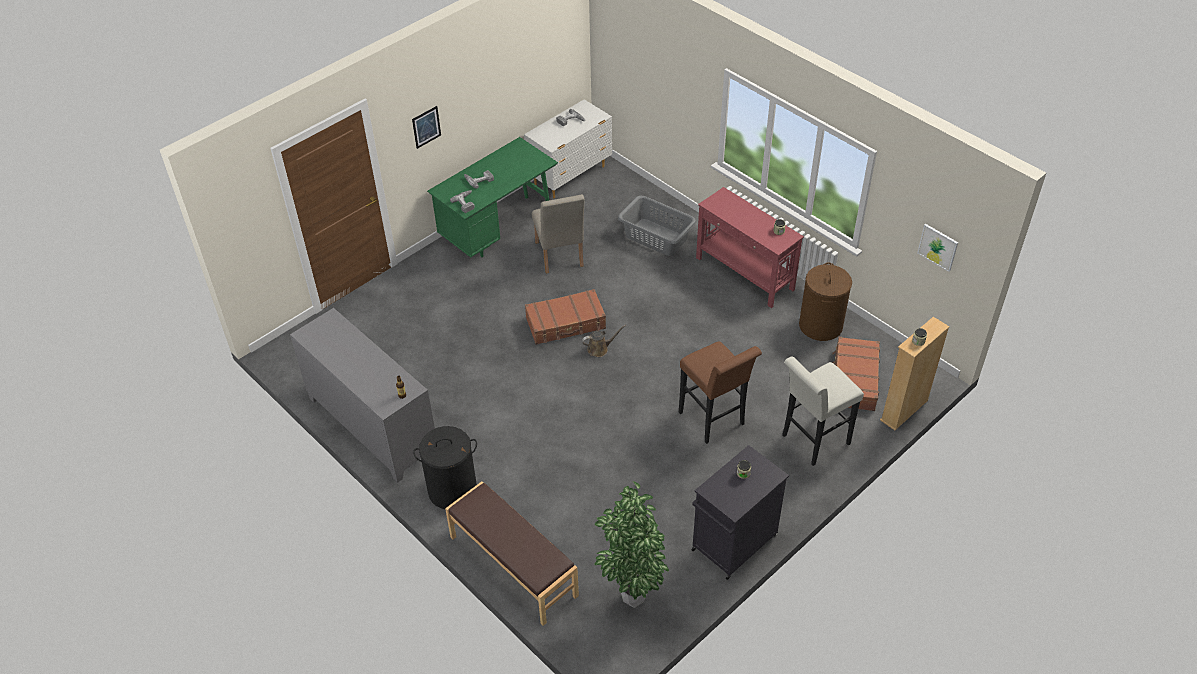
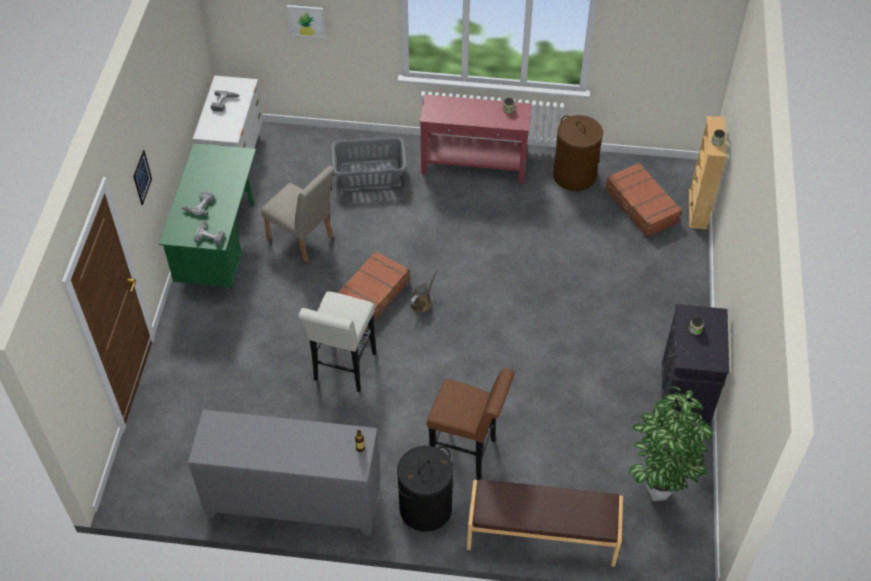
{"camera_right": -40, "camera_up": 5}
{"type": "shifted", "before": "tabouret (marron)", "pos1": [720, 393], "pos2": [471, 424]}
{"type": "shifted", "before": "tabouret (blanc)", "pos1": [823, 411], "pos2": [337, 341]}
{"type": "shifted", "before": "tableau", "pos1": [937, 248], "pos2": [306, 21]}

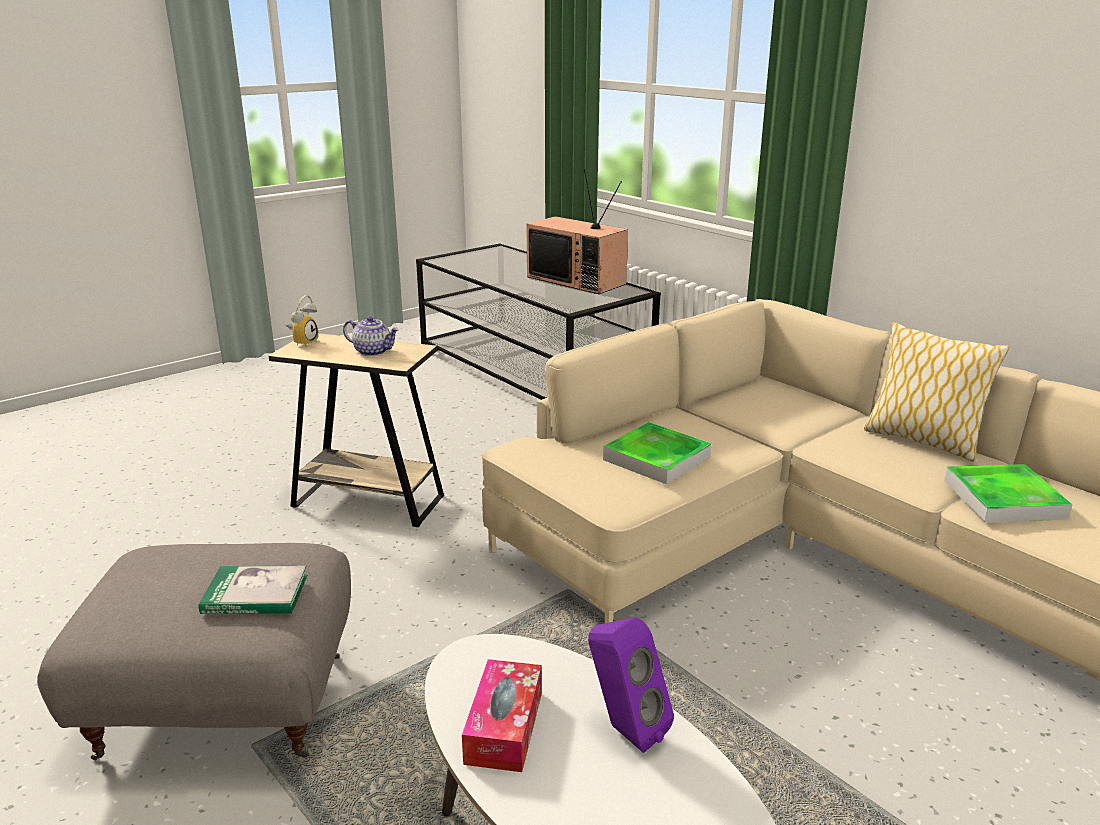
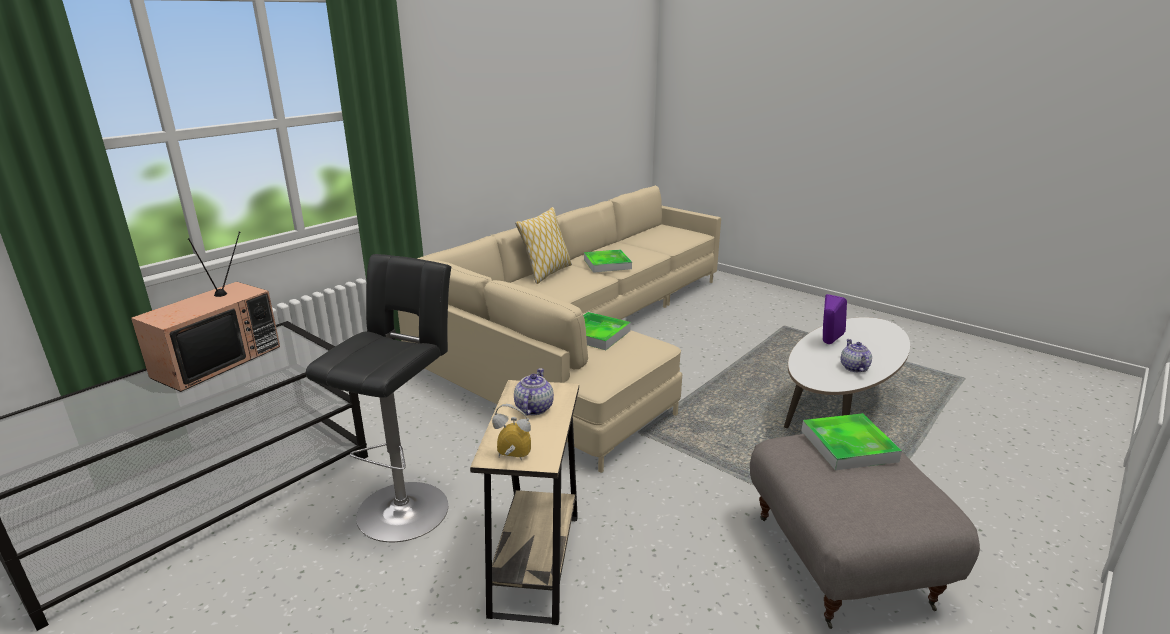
{"camera_right": -100, "camera_up": 0}
{"type": "new", "after": "tabouret (noir)", "pos2": [378, 398]}
{"type": "swapped", "before": "livre", "after": "plateau", "pos1": [252, 590], "pos2": [852, 441]}
{"type": "swapped", "before": "boîte à mouchoirs", "after": "théière", "pos1": [502, 715], "pos2": [856, 355]}

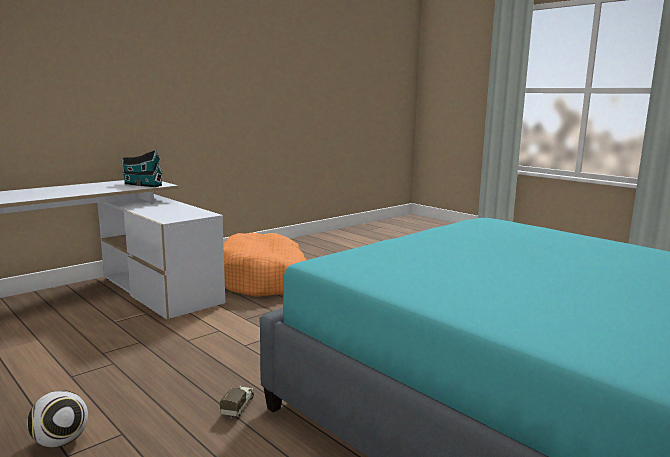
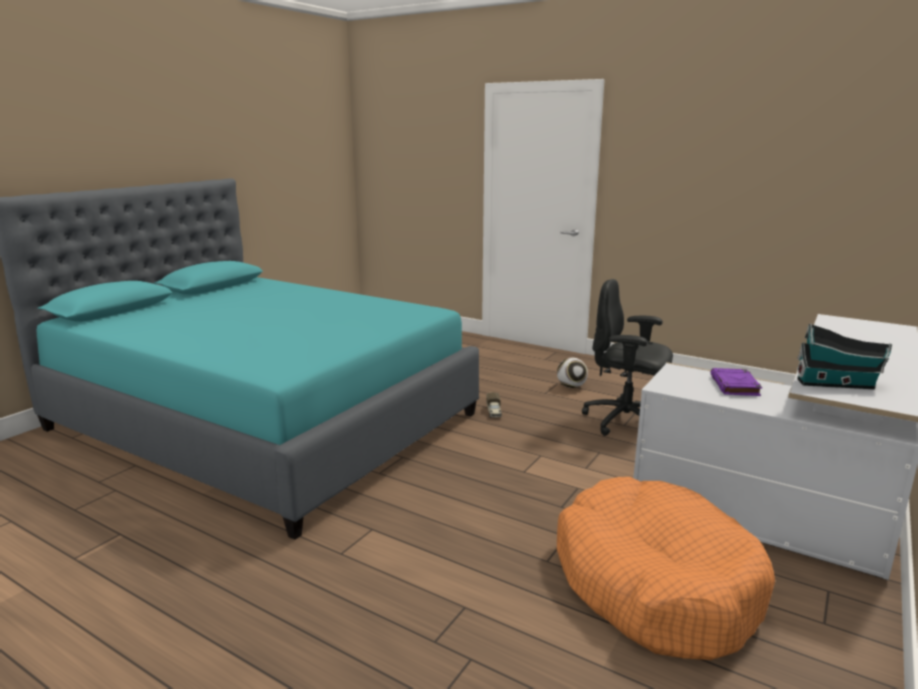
{"camera_right": 165, "camera_up": 5}
{"type": "new", "after": "chaise de bureau (noir)", "pos2": [627, 357]}
{"type": "new", "after": "livre (violet)", "pos2": [736, 382]}

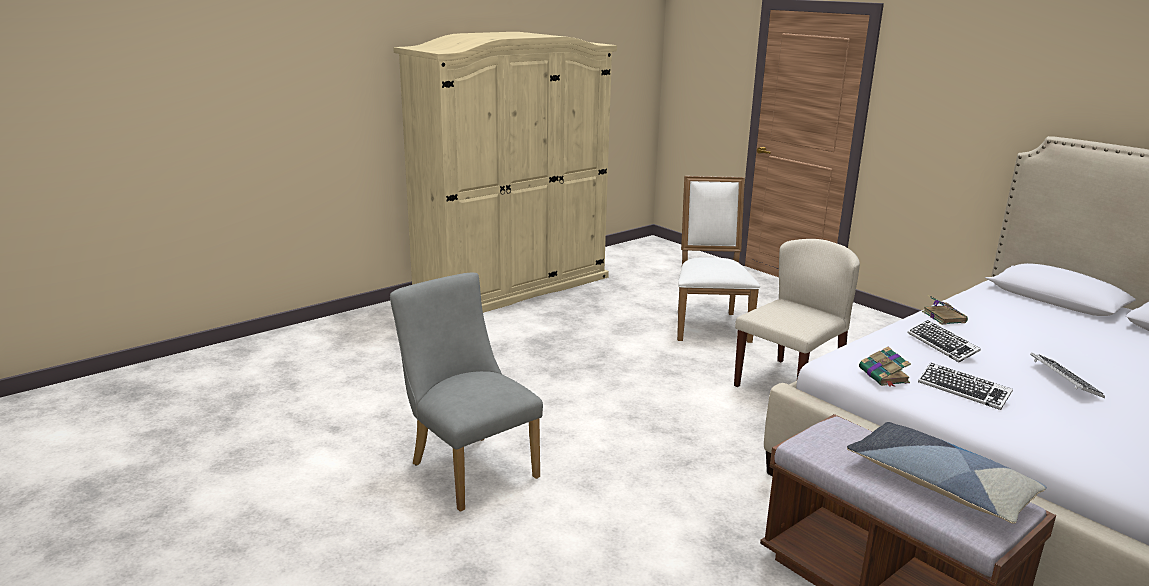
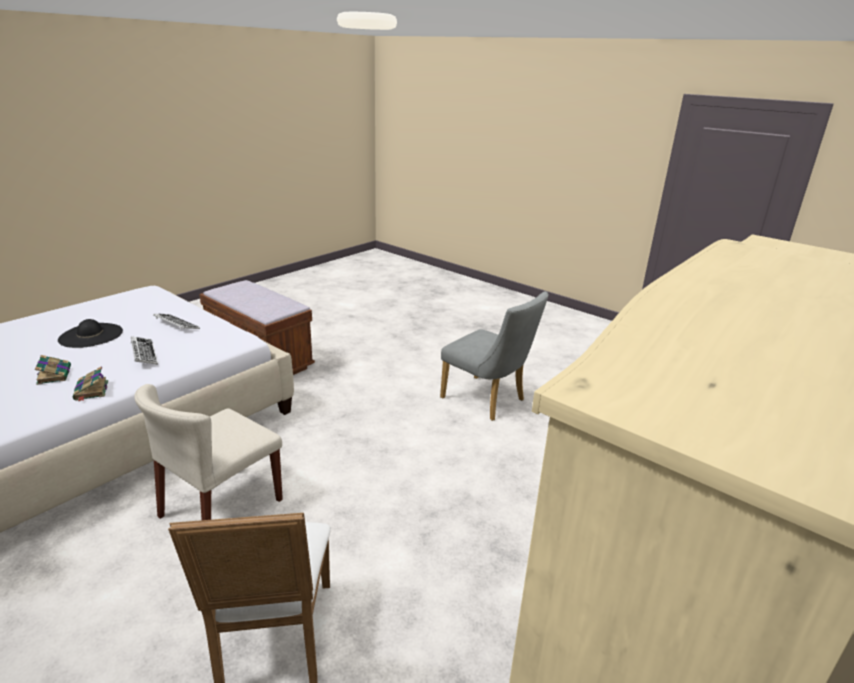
{"camera_right": 170, "camera_up": 5}
{"type": "gone", "before": "coussin", "pos1": [947, 473]}
{"type": "shifted", "before": "livre", "pos1": [885, 367], "pos2": [53, 370]}
{"type": "swapped", "before": "clavier", "after": "chapeau (noir)", "pos1": [1067, 375], "pos2": [90, 333]}

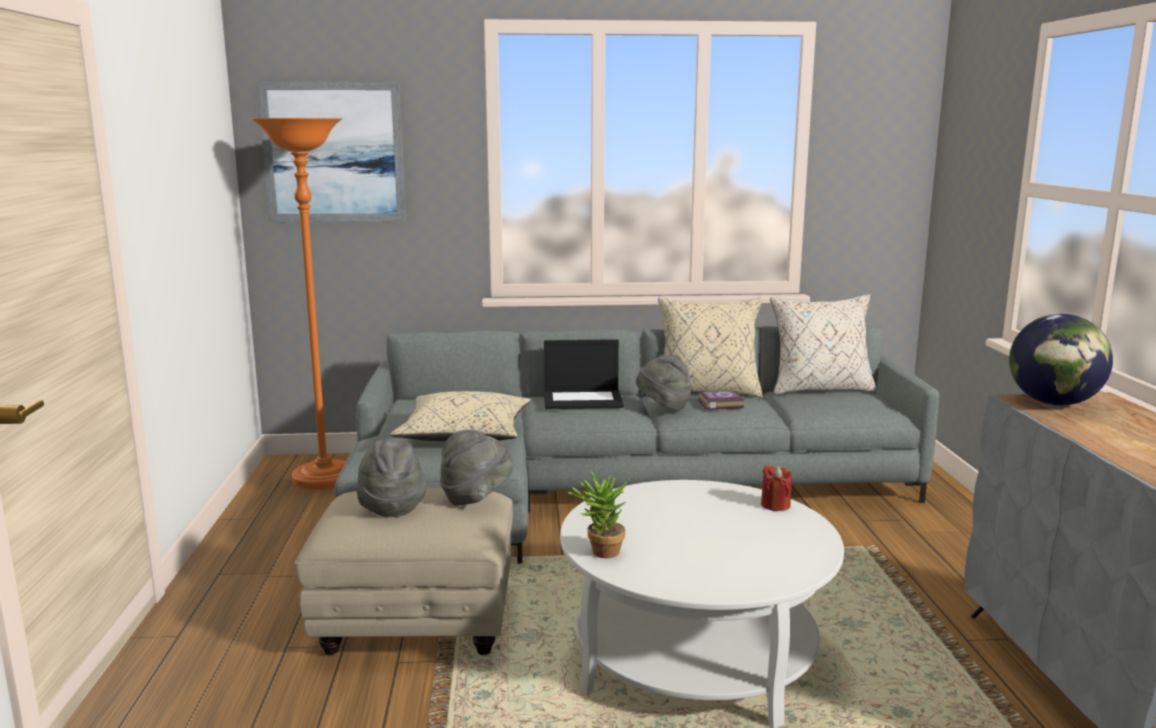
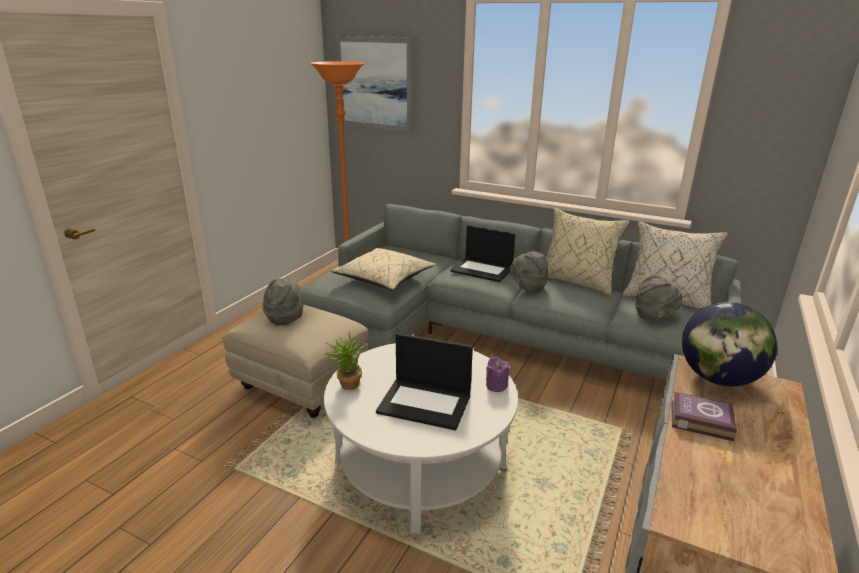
{"camera_right": 30, "camera_up": 10}
{"type": "new", "after": "ordinateur portable", "pos2": [424, 381]}
{"type": "shifted", "before": "chapeau (gris)", "pos1": [476, 467], "pos2": [659, 298]}
{"type": "shifted", "before": "livre", "pos1": [721, 400], "pos2": [704, 416]}
{"type": "repainted", "before": "bougie (rouge)", "after": "bougie (violet)", "pos1": [776, 488], "pos2": [497, 374]}

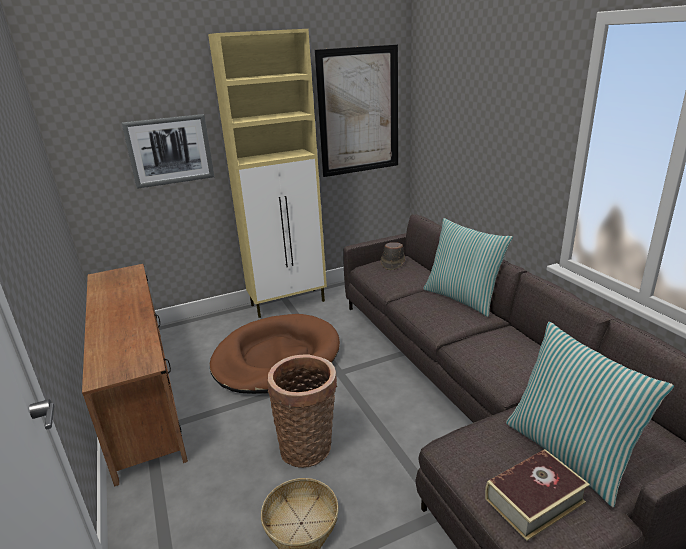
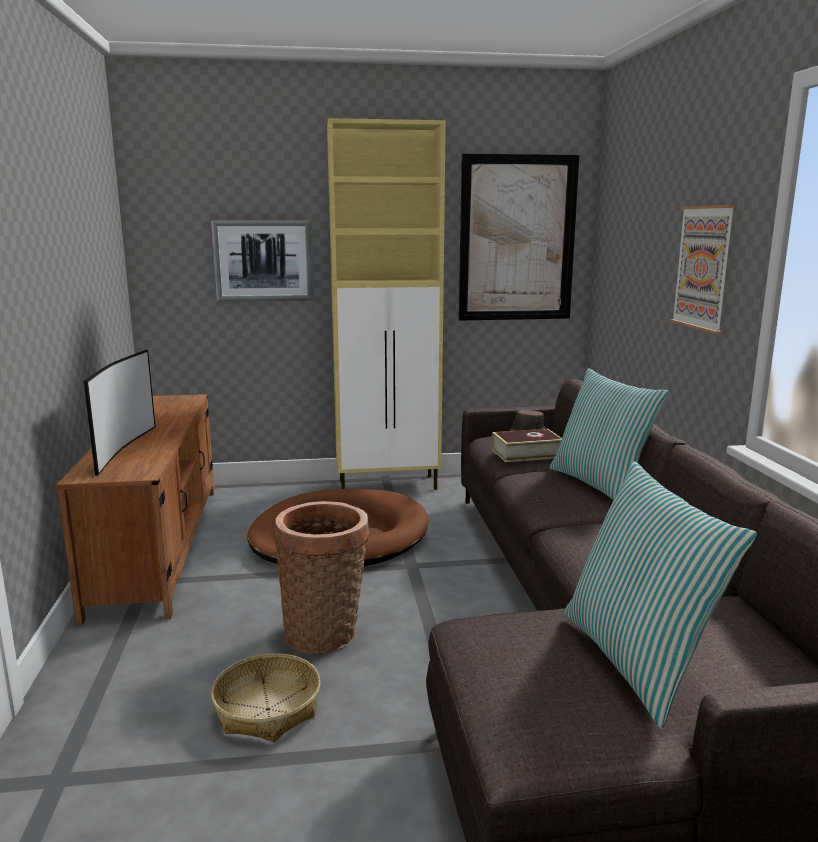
{"camera_right": 15, "camera_up": -10}
{"type": "new", "after": "téléviseur", "pos2": [120, 413]}
{"type": "new", "after": "tableau", "pos2": [703, 269]}
{"type": "shifted", "before": "livre", "pos1": [537, 495], "pos2": [527, 445]}

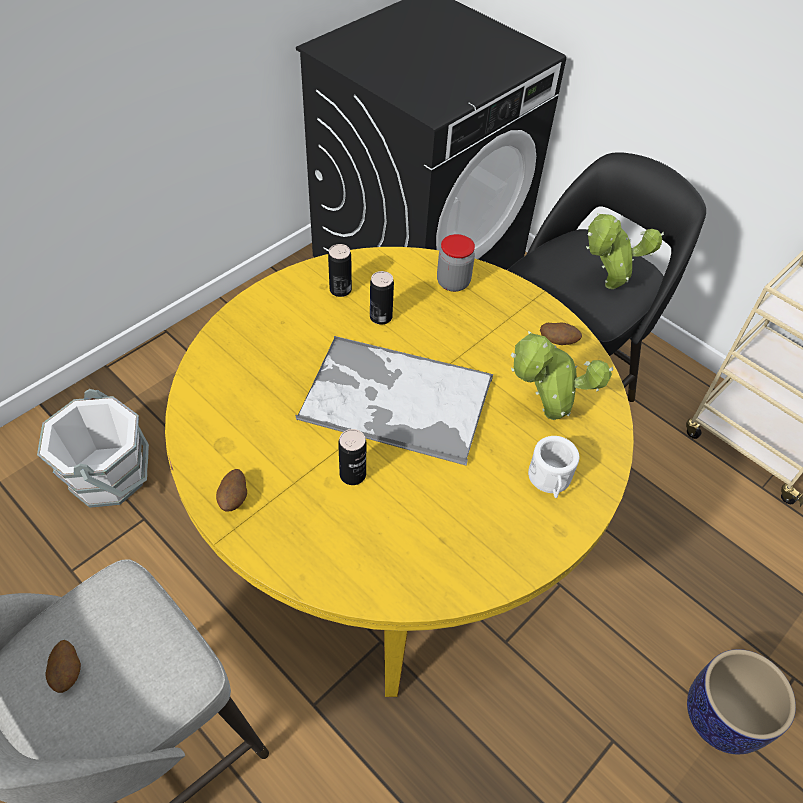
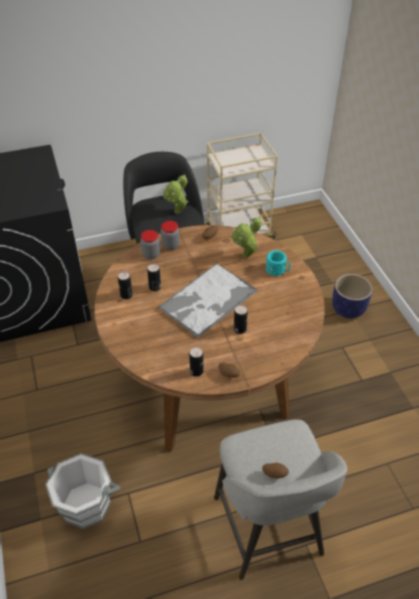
{"camera_right": -60, "camera_up": -5}
{"type": "new", "after": "bocal", "pos2": [170, 235]}
{"type": "new", "after": "boîte métallique", "pos2": [196, 362]}
{"type": "repainted", "before": "table à manger (jaune)", "after": "table à manger (marron)", "pos1": [399, 472], "pos2": [209, 338]}
{"type": "repainted", "before": "mug (blanc)", "after": "mug (turquoise)", "pos1": [553, 467], "pos2": [278, 263]}

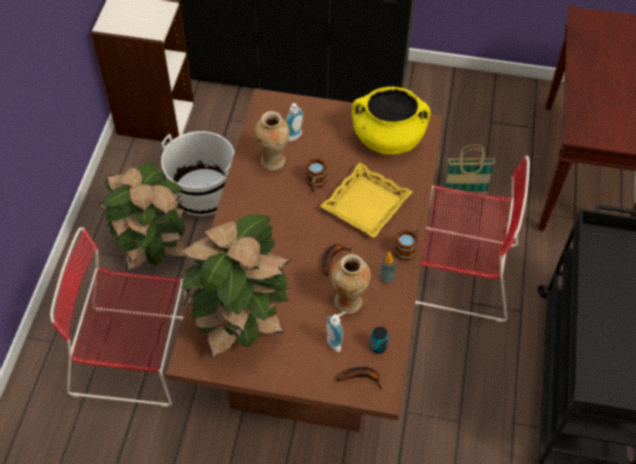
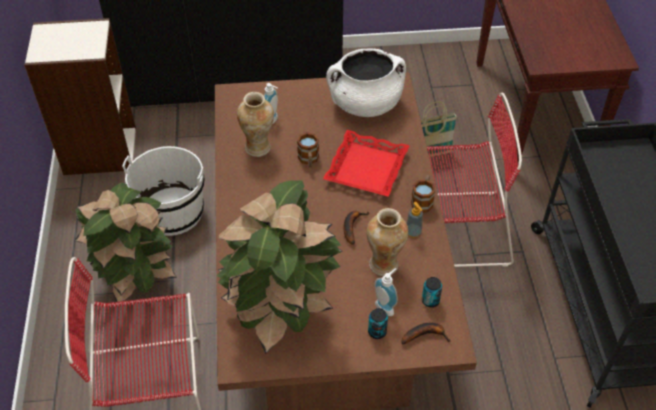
{"camera_right": -15, "camera_up": -5}
{"type": "new", "after": "boîte métallique", "pos2": [378, 323]}
{"type": "repainted", "before": "plateau (jaune)", "after": "plateau (rouge)", "pos1": [366, 200], "pos2": [366, 163]}
{"type": "repainted", "before": "marmite (jaune)", "after": "marmite (blanc)", "pos1": [390, 121], "pos2": [366, 82]}

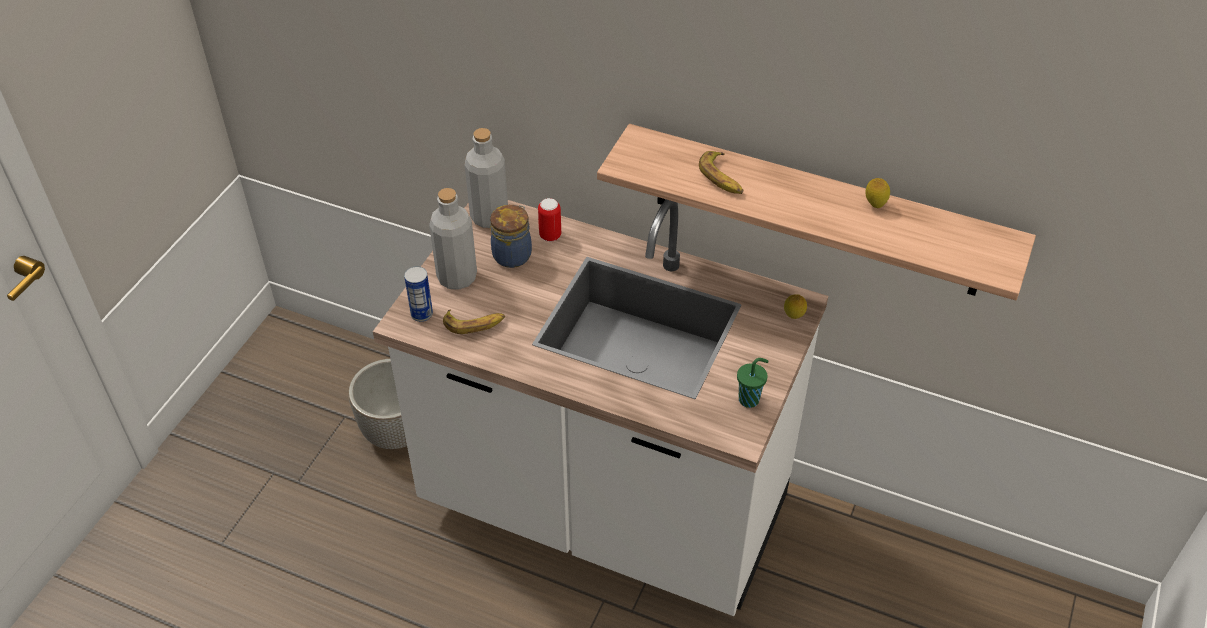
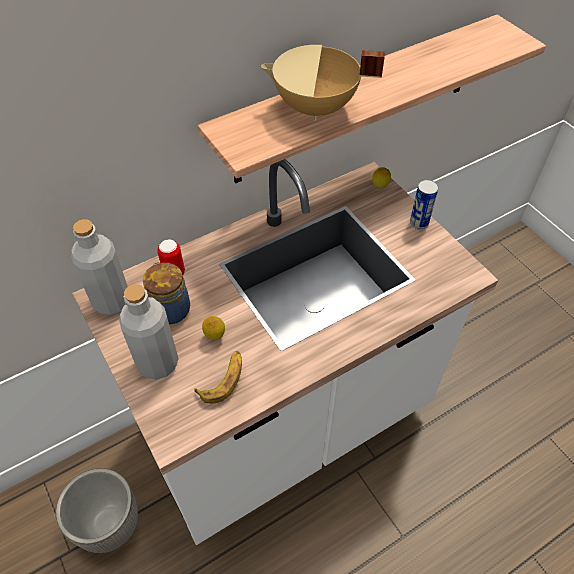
{"camera_right": -55, "camera_up": 5}
{"type": "gone", "before": "tasse (vert)", "pos1": [753, 383]}
{"type": "shifted", "before": "boîte métallique", "pos1": [418, 294], "pos2": [424, 204]}
{"type": "shifted", "before": "citron", "pos1": [877, 193], "pos2": [213, 328]}
{"type": "swapped", "before": "banane", "after": "marmite (beige)", "pos1": [721, 172], "pos2": [323, 83]}

